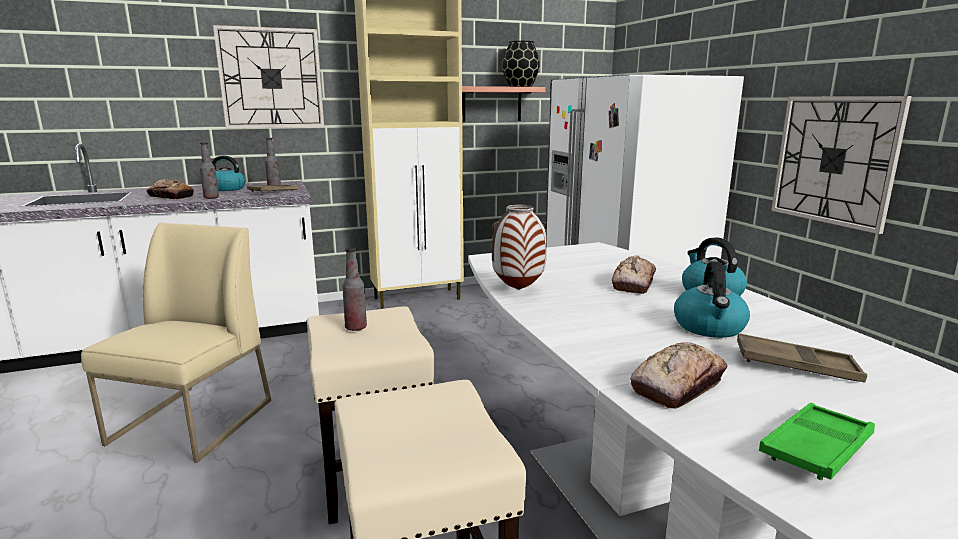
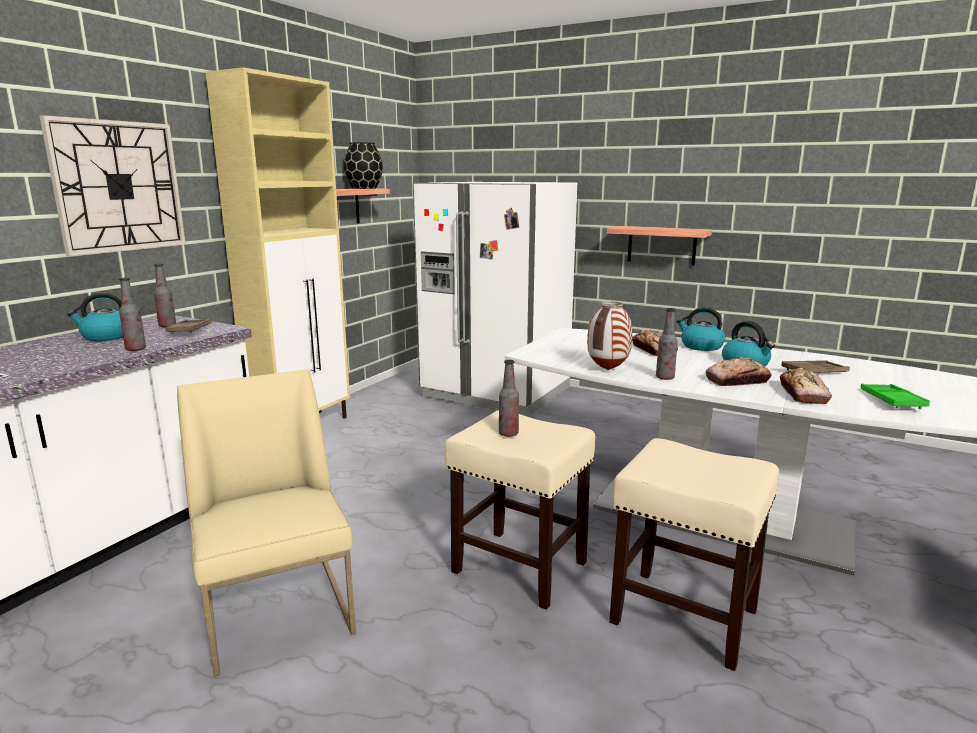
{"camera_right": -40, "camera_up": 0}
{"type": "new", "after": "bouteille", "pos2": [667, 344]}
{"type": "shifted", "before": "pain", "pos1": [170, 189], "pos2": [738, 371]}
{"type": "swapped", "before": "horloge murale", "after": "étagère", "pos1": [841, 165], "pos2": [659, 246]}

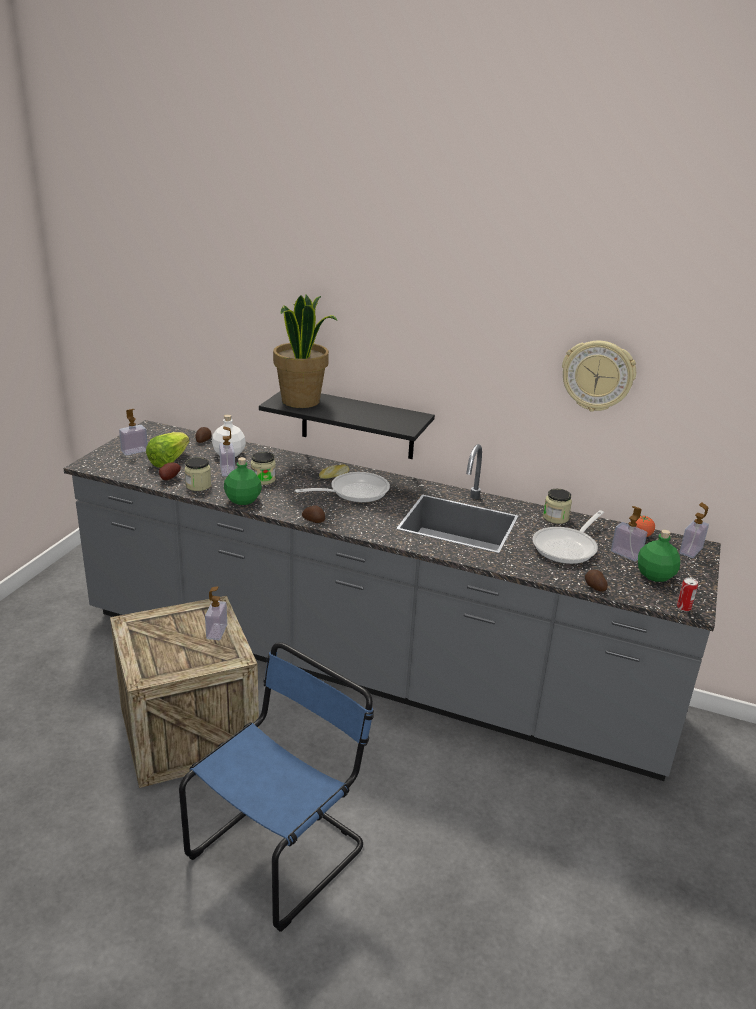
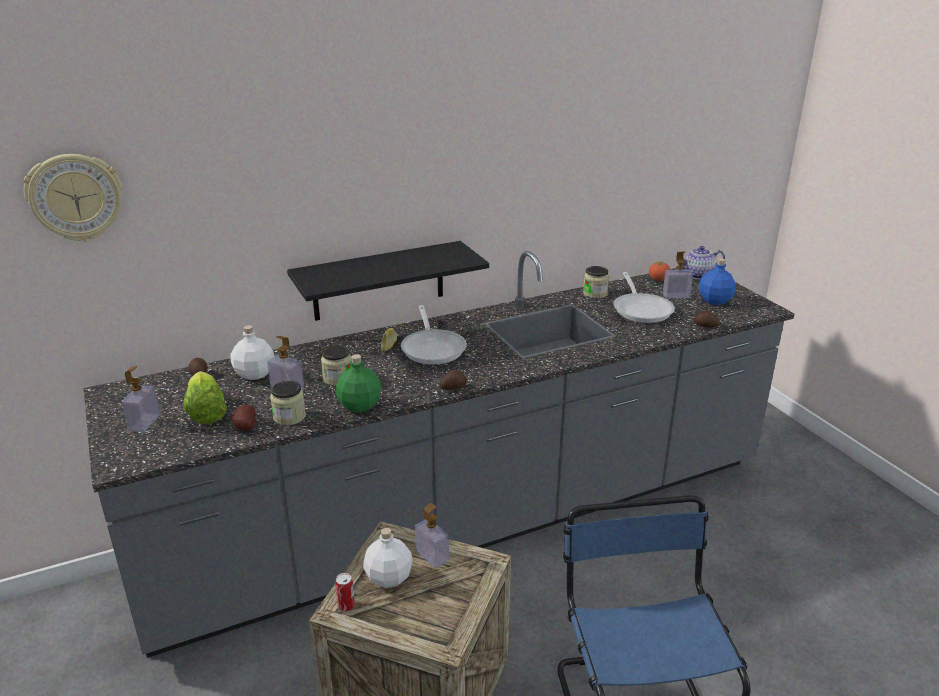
{"camera_right": -45, "camera_up": 0}
{"type": "gone", "before": "plante en pot", "pos1": [305, 351]}
{"type": "new", "after": "bouteille (blanc)", "pos2": [388, 558]}
{"type": "shifted", "before": "horloge murale", "pos1": [599, 376], "pos2": [73, 198]}
{"type": "shifted", "before": "boîte métallique", "pos1": [687, 595], "pos2": [345, 592]}
{"type": "swapped", "before": "distributeur de savon", "after": "théière", "pos1": [694, 530], "pos2": [700, 262]}
{"type": "repainted", "before": "bouteille (vert)", "after": "bouteille (bleu)", "pos1": [659, 556], "pos2": [717, 281]}
{"type": "rotated", "before": "poêle", "pos1": [342, 487], "pos2": [434, 335], "turn": 150}

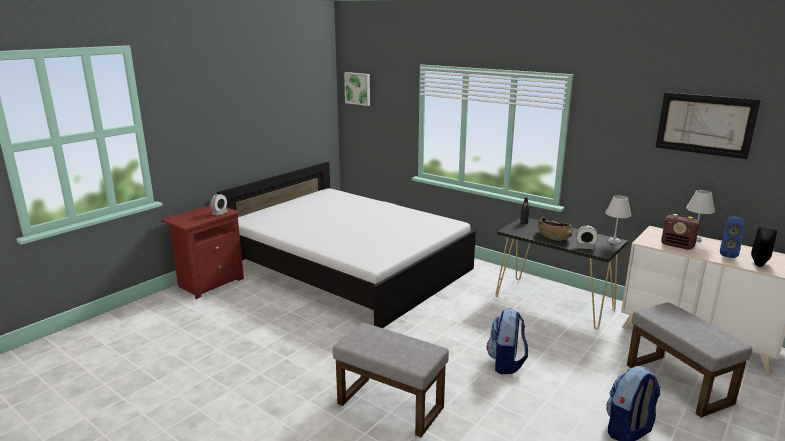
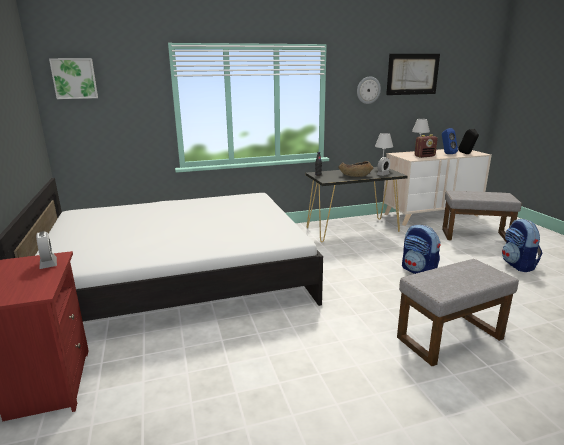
{"camera_right": -55, "camera_up": 0}
{"type": "new", "after": "horloge murale", "pos2": [369, 90]}

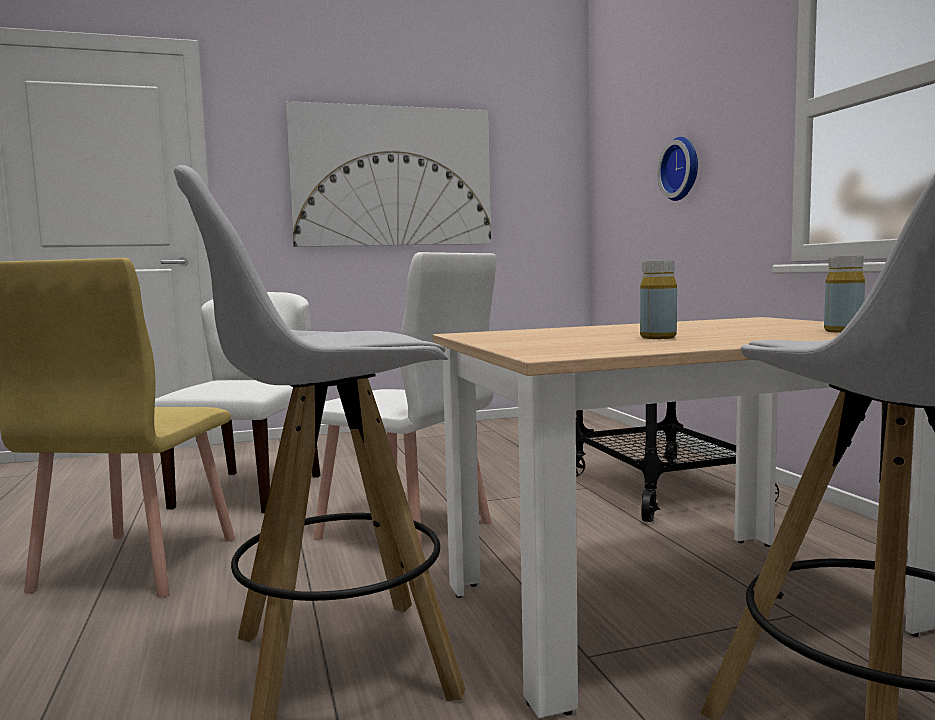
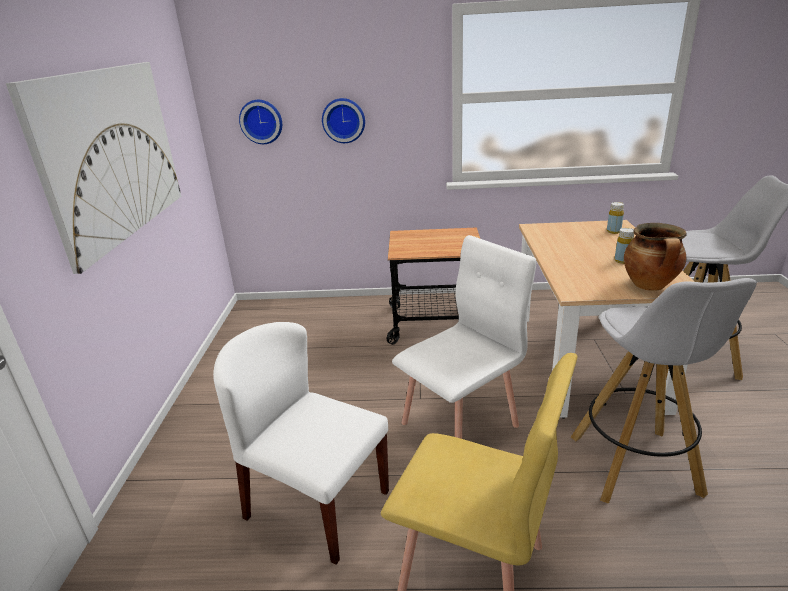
{"camera_right": -70, "camera_up": 20}
{"type": "new", "after": "horloge murale", "pos2": [260, 122]}
{"type": "new", "after": "marmite", "pos2": [655, 257]}

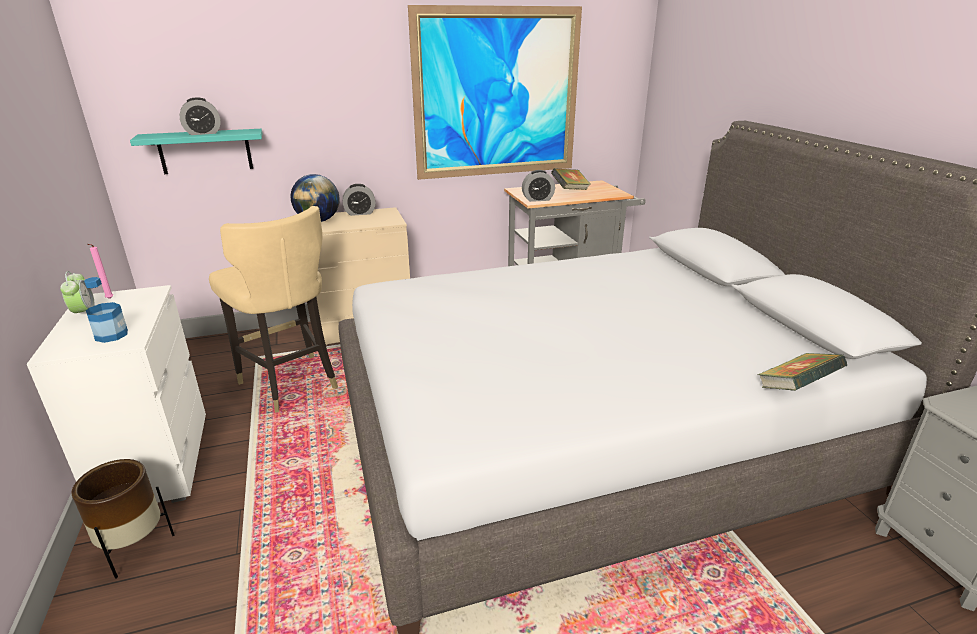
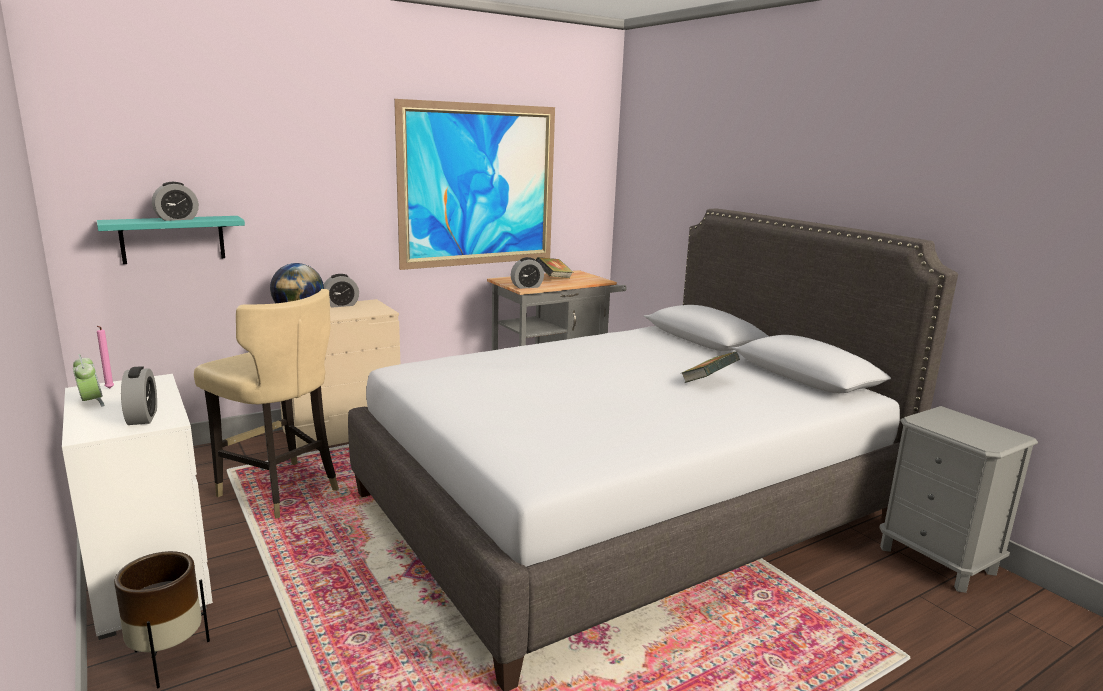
{"camera_right": -15, "camera_up": -10}
{"type": "shifted", "before": "livre", "pos1": [802, 372], "pos2": [711, 367]}
{"type": "swapped", "before": "bouteille", "after": "réveil", "pos1": [106, 310], "pos2": [139, 395]}

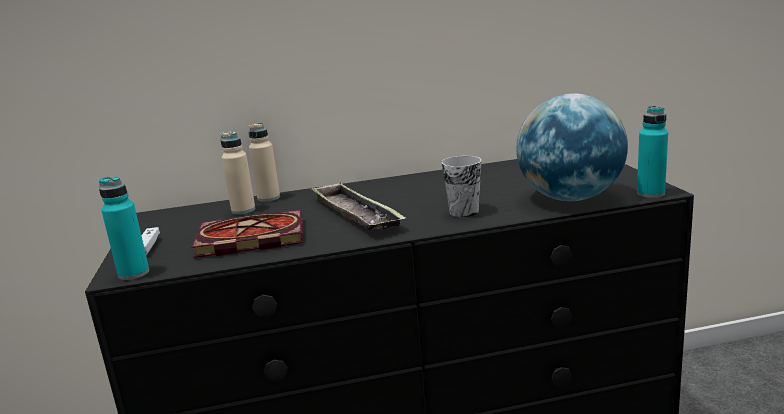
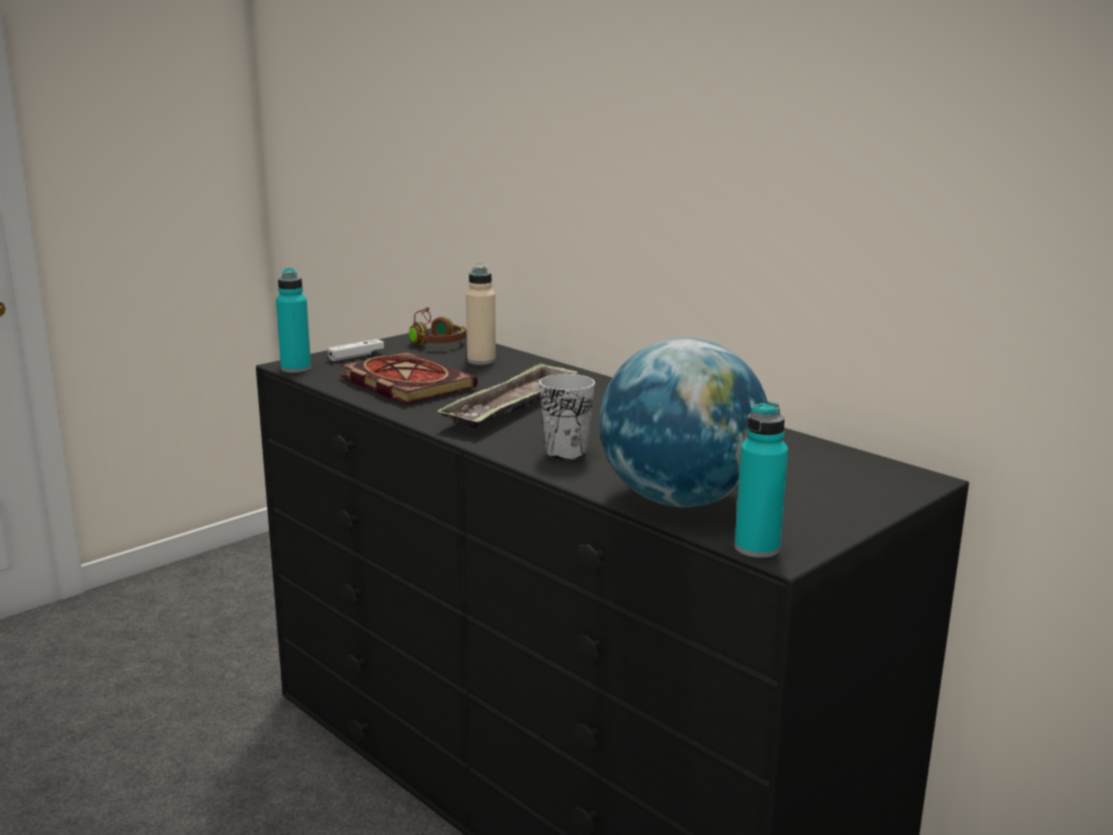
{"camera_right": 55, "camera_up": 0}
{"type": "gone", "before": "bouteille (beige)", "pos1": [264, 162]}
{"type": "new", "after": "casque audio (marron)", "pos2": [437, 326]}

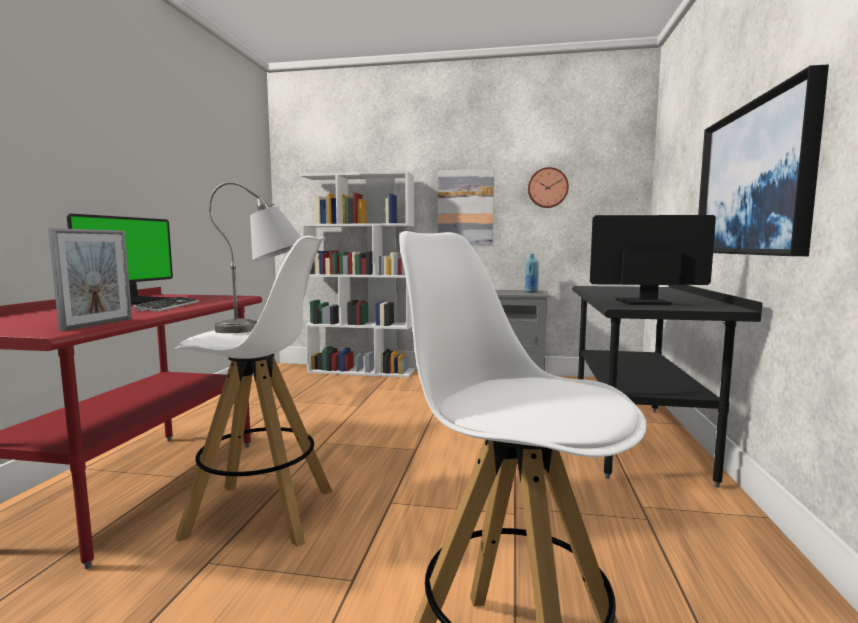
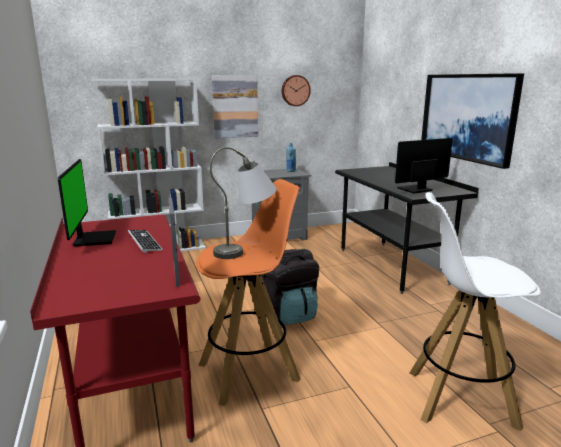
{"camera_right": -30, "camera_up": 10}
{"type": "new", "after": "sac à dos (noir)", "pos2": [290, 287]}
{"type": "repainted", "before": "tabouret (blanc)", "after": "tabouret (orange)", "pos1": [253, 391], "pos2": [248, 292]}

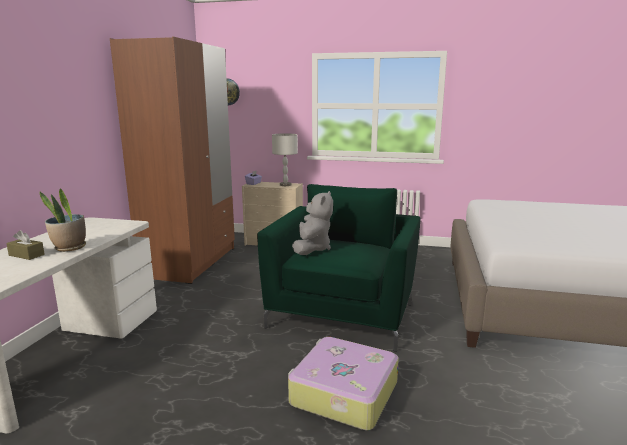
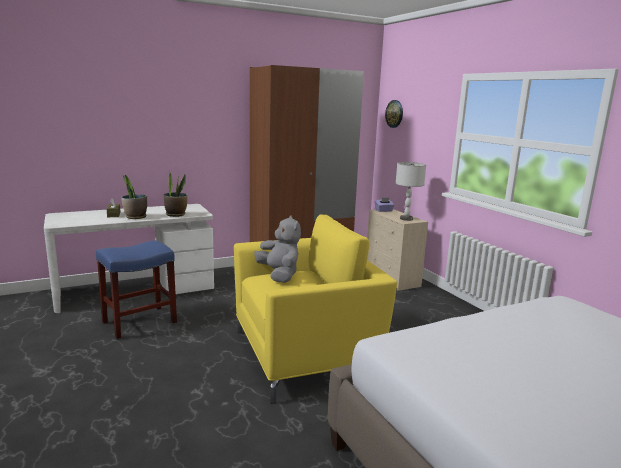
{"camera_right": 50, "camera_up": 0}
{"type": "gone", "before": "valise", "pos1": [343, 383]}
{"type": "new", "after": "tabouret (bleu)", "pos2": [136, 290]}
{"type": "new", "after": "plante en pot", "pos2": [176, 194]}
{"type": "repainted", "before": "fauteuil (vert)", "after": "fauteuil (jaune)", "pos1": [338, 268], "pos2": [315, 309]}
{"type": "rotated", "before": "peluche (gris)", "pos1": [312, 223], "pos2": [277, 249], "turn": -90}

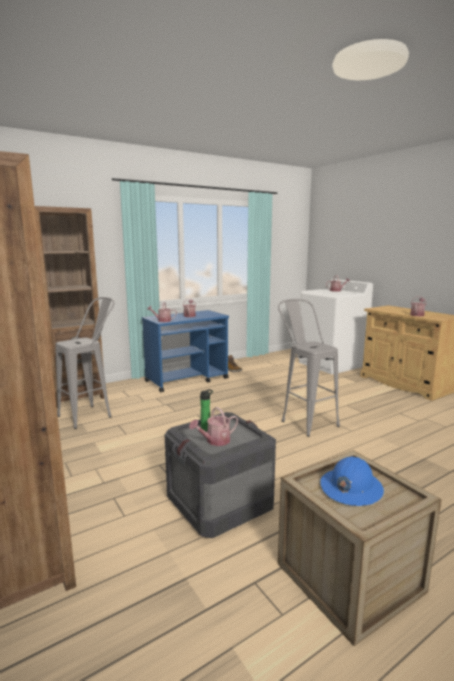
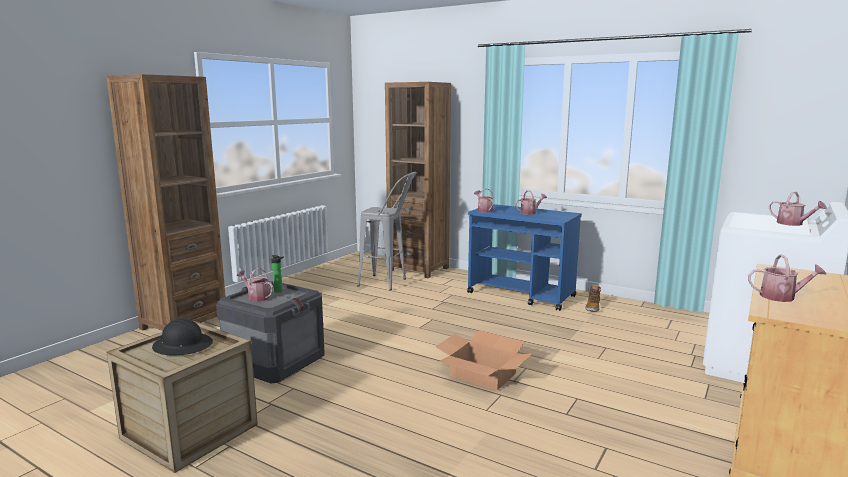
{"camera_right": 65, "camera_up": 0}
{"type": "swapped", "before": "tabouret (gris)", "after": "carton", "pos1": [309, 368], "pos2": [483, 360]}
{"type": "repainted", "before": "casque de chantier (bleu)", "after": "casque de chantier (noir)", "pos1": [352, 481], "pos2": [182, 336]}

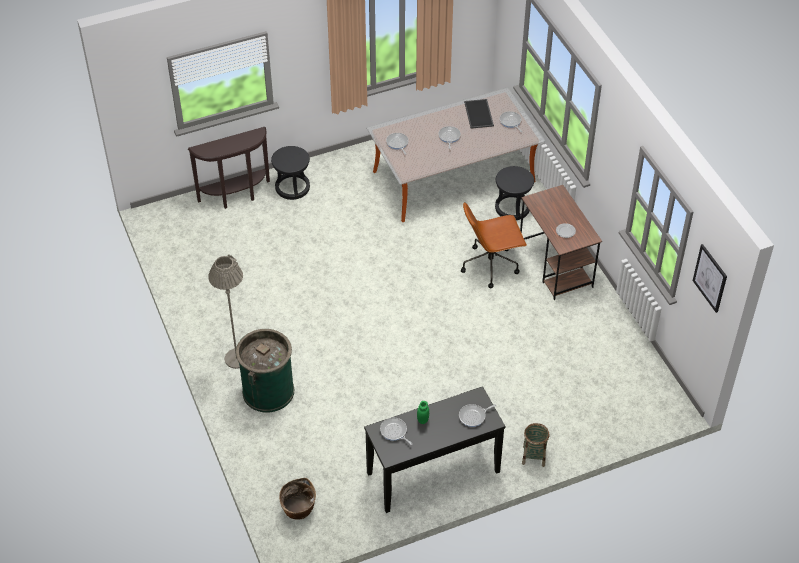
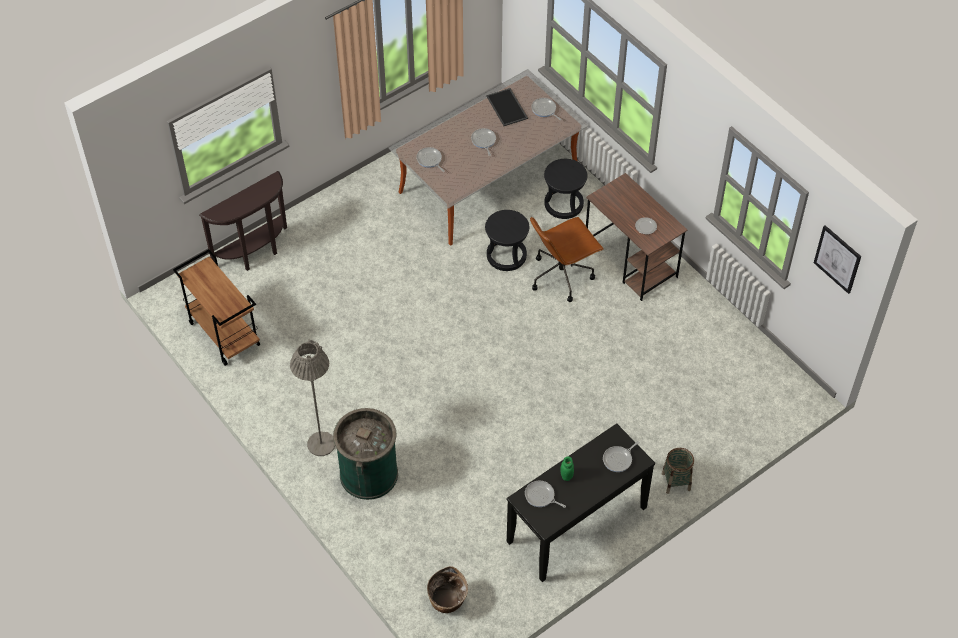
{"camera_right": -15, "camera_up": 5}
{"type": "new", "after": "chariot (marron)", "pos2": [216, 307]}
{"type": "shifted", "before": "tabouret (noir)", "pos1": [290, 173], "pos2": [507, 240]}

